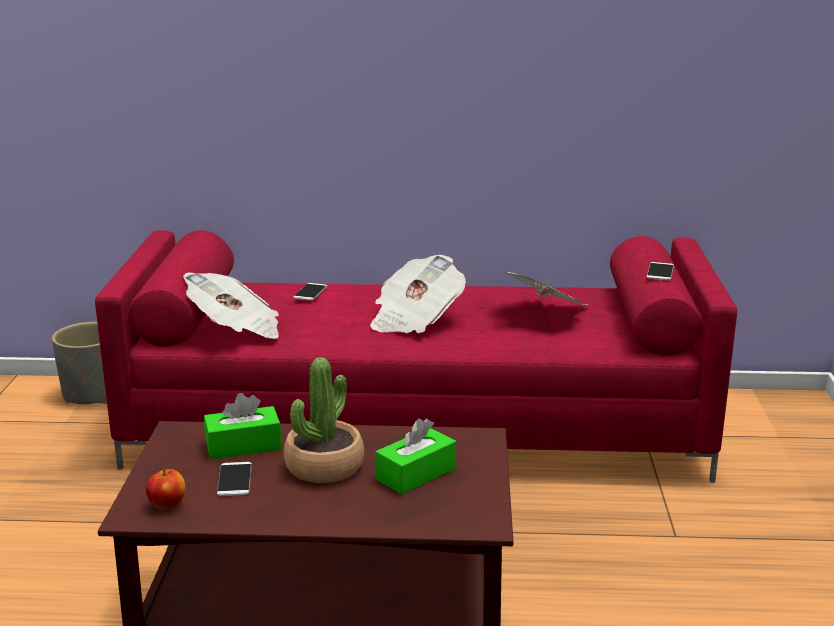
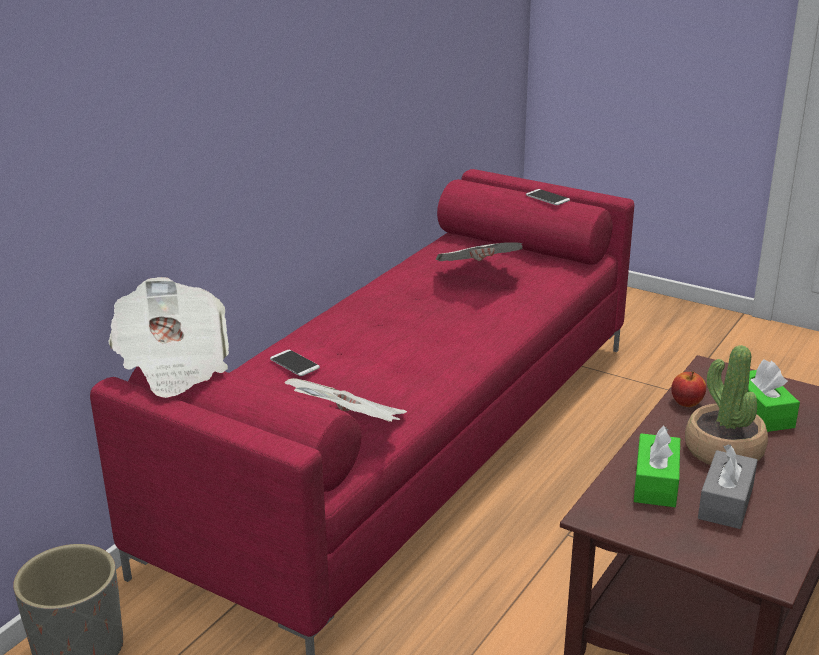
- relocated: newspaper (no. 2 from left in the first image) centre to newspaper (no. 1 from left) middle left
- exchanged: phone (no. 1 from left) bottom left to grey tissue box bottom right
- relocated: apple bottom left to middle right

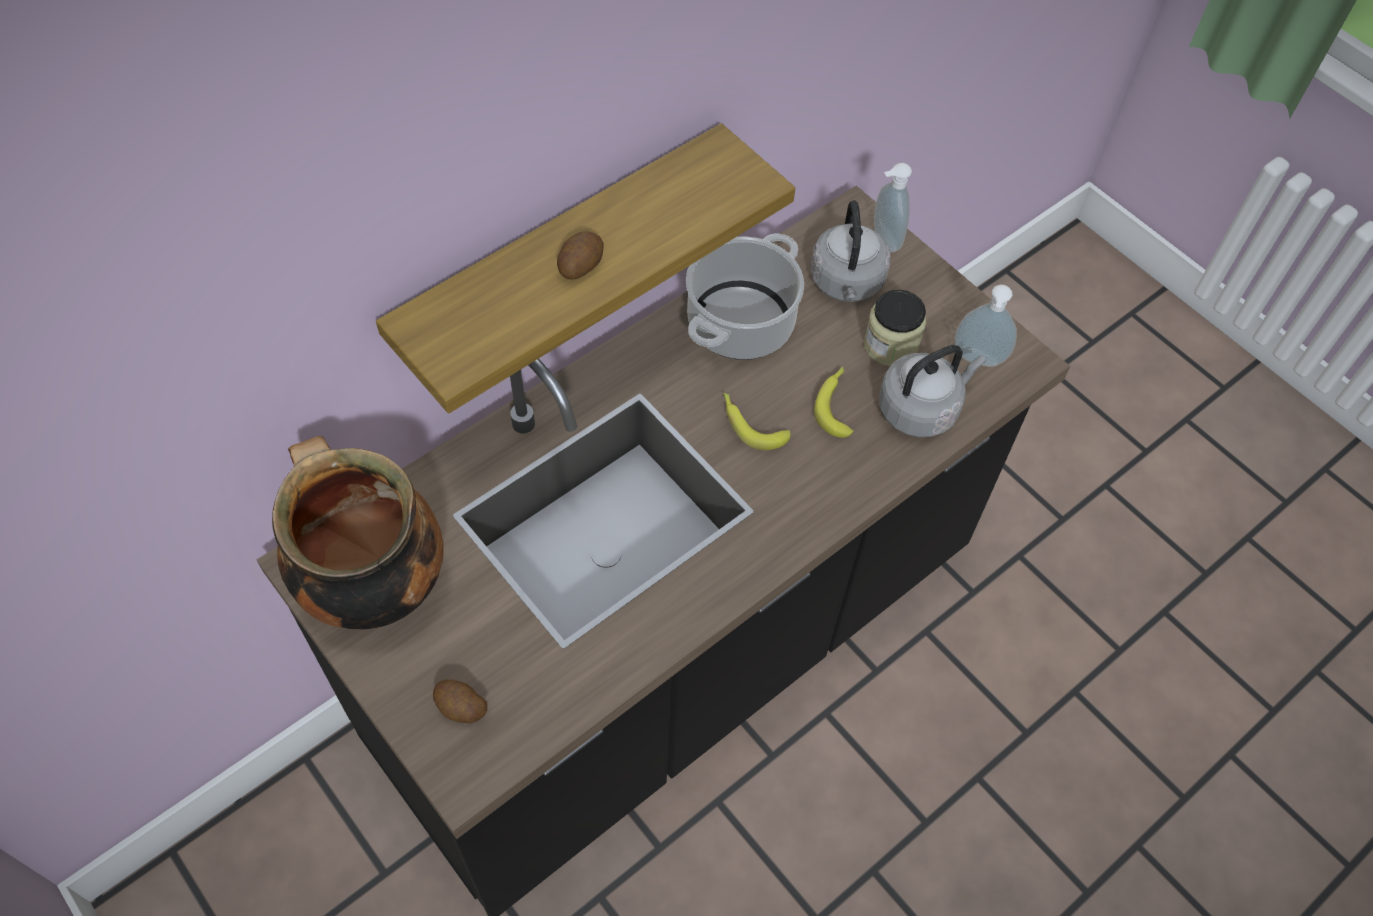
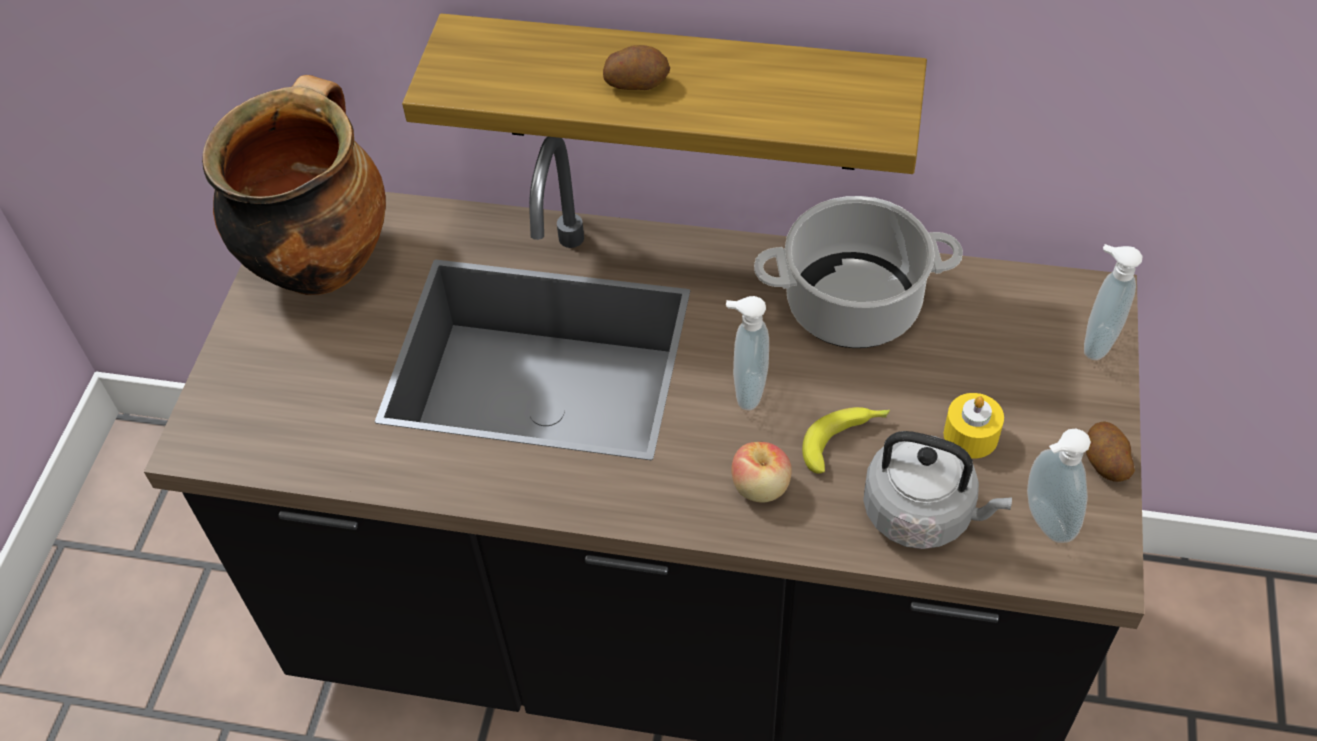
- missing: grey kettle (no. 1 from left) top centre
- exchanged: jar centre to yellow candle middle right
- exchanged: banana (no. 1 from left) centre to soap dispenser (no. 1 from left) centre
- relocated: potato (no. 1 from left in the first image) bottom centre to potato (no. 2 from left) middle right
- appeared: apple centre

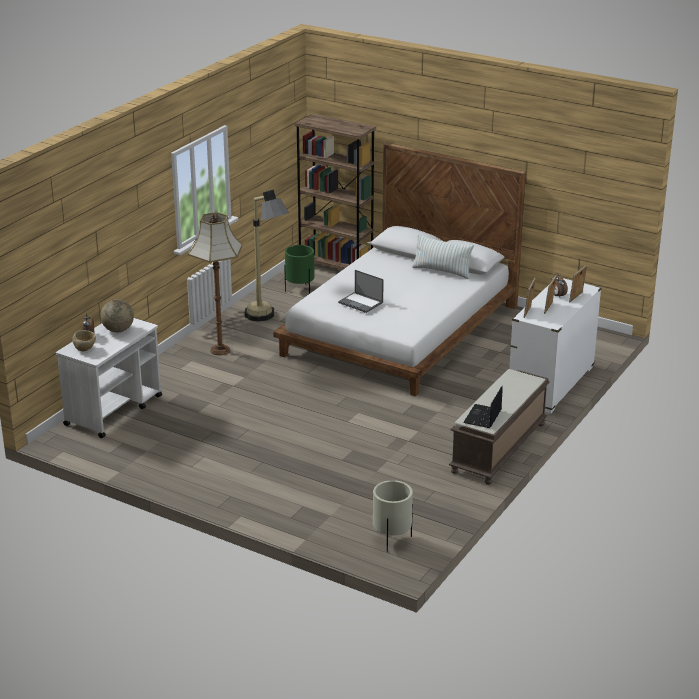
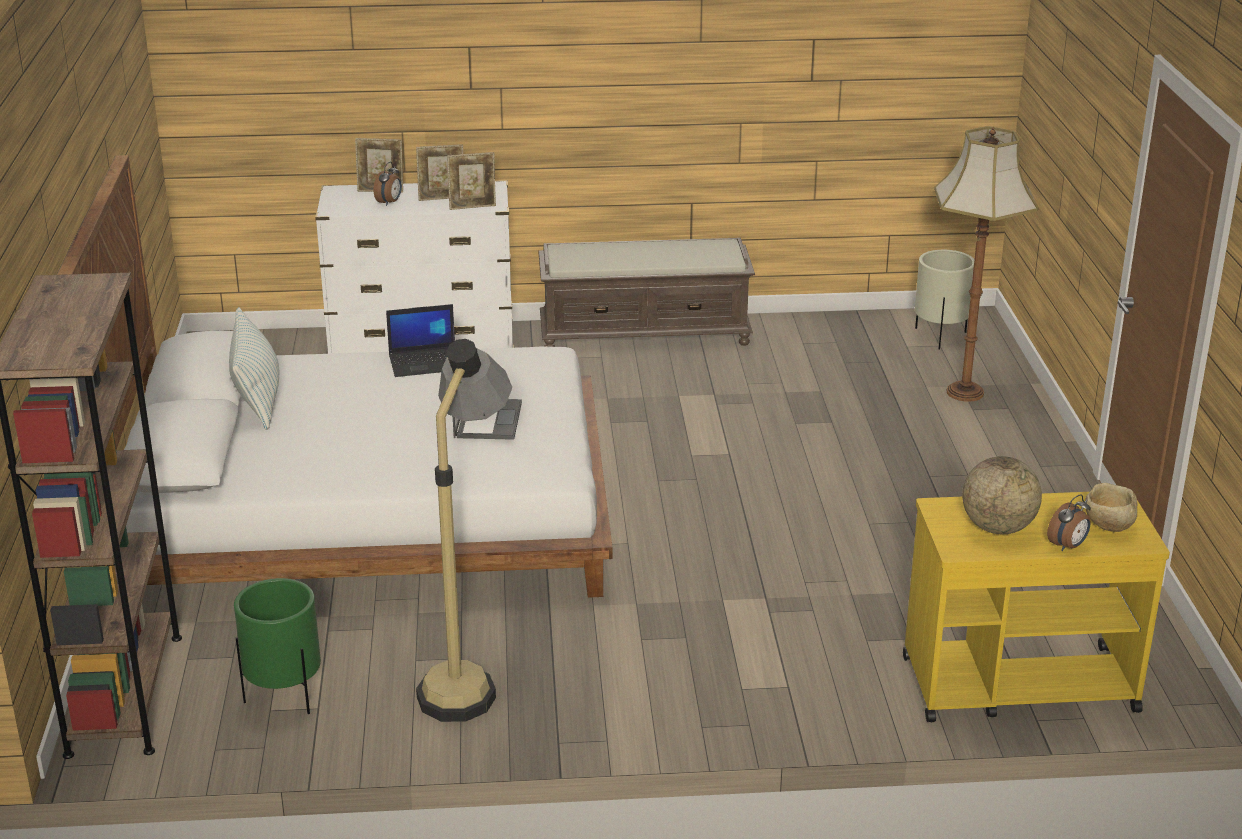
- relocated: floor lamp (no. 1 from left in the first image) middle left to floor lamp (no. 2 from left) top right
- colour: white cart middle left to yellow cart bottom right
- relocated: laptop (no. 2 from left in the first image) middle right to laptop (no. 1 from left) centre

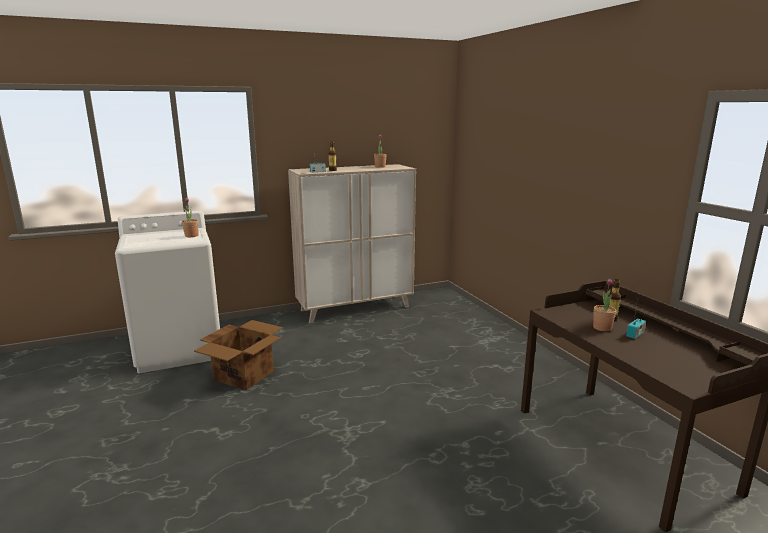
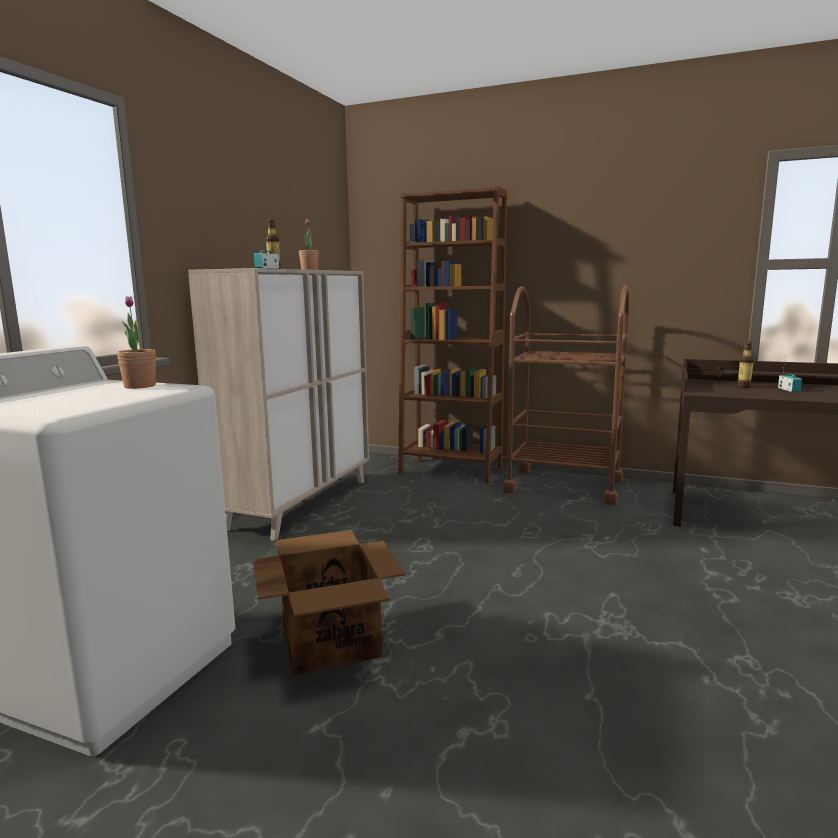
- missing: potted plant (no. 3 from left) middle right
- appeared: brown bookcase centre
- appeared: brown cart middle right

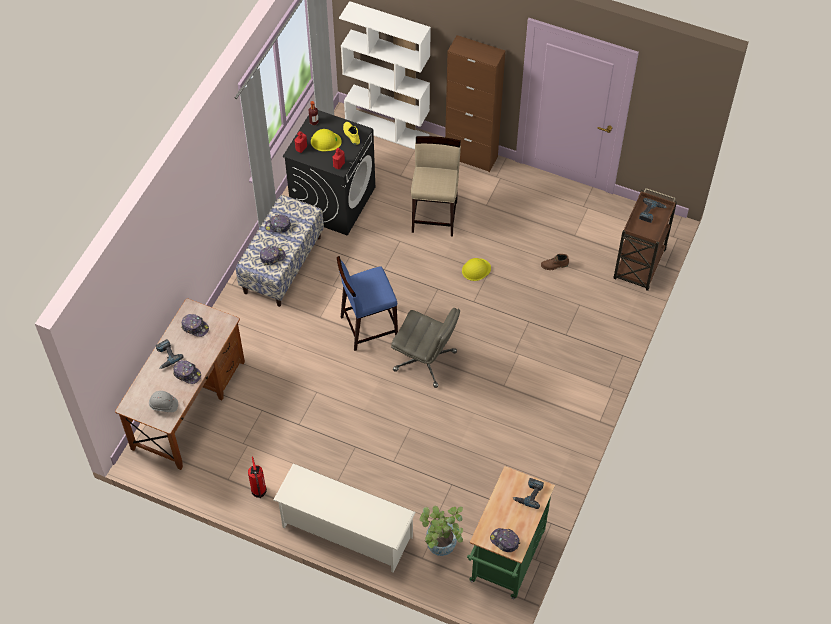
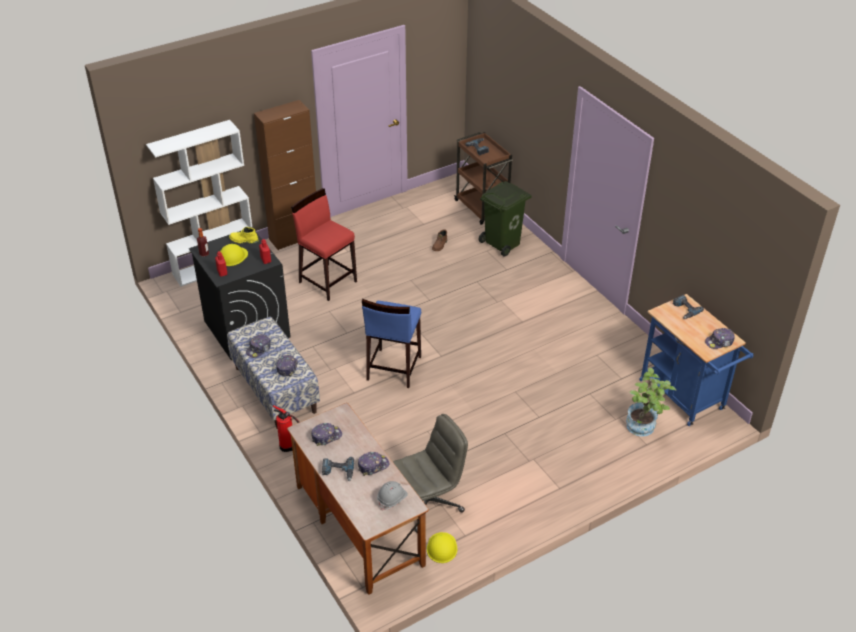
- colour: beige stool top centre to red stool centre
- relocated: yellow hard hat (no. 2 from left) centre to bottom centre
- relocated: grey office chair centre to bottom centre
- relocated: fire extinguisher bottom left to bottom centre
- missing: white shoe rack bottom centre
- colour: green cart bottom centre to blue cart middle right
- appeared: green trash can centre

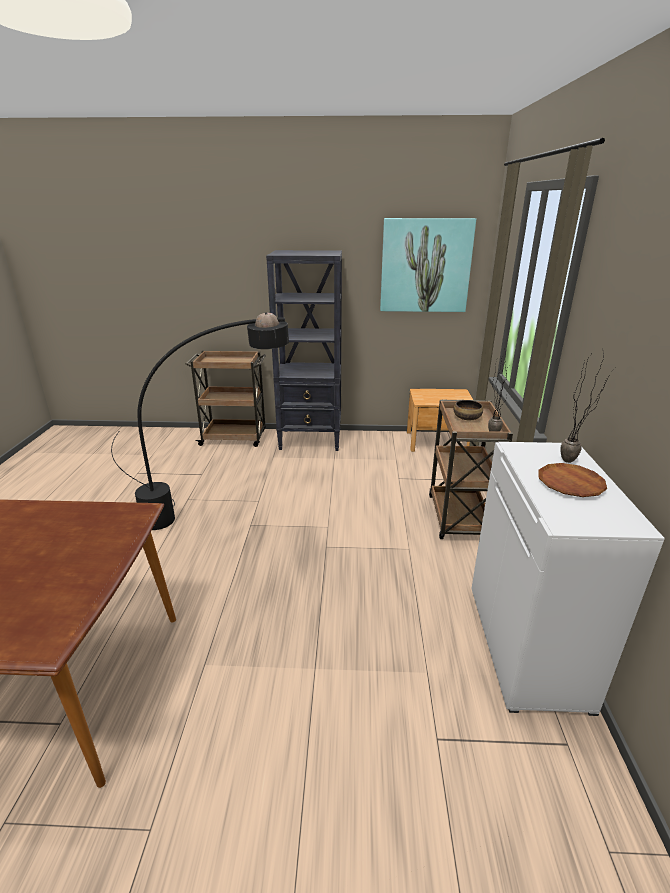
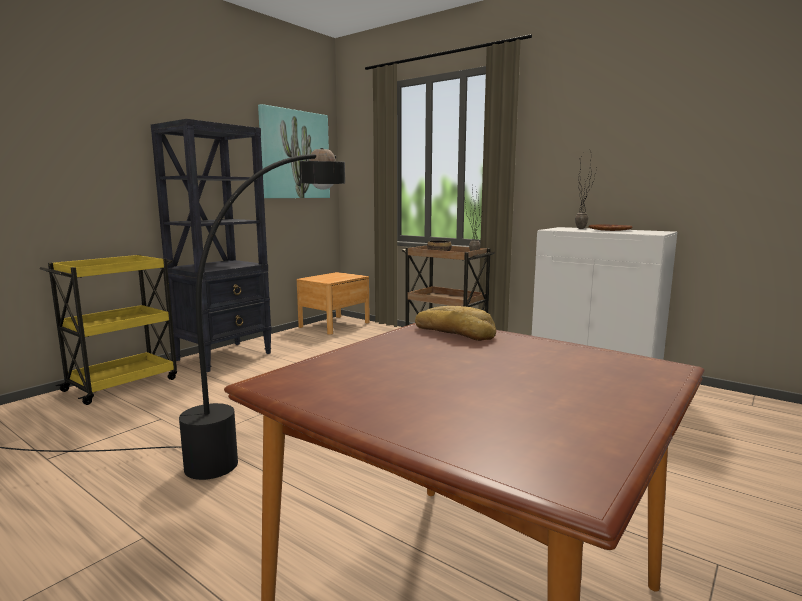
- colour: brown cart (no. 1 from left) centre to yellow cart middle left
- appeared: bread centre

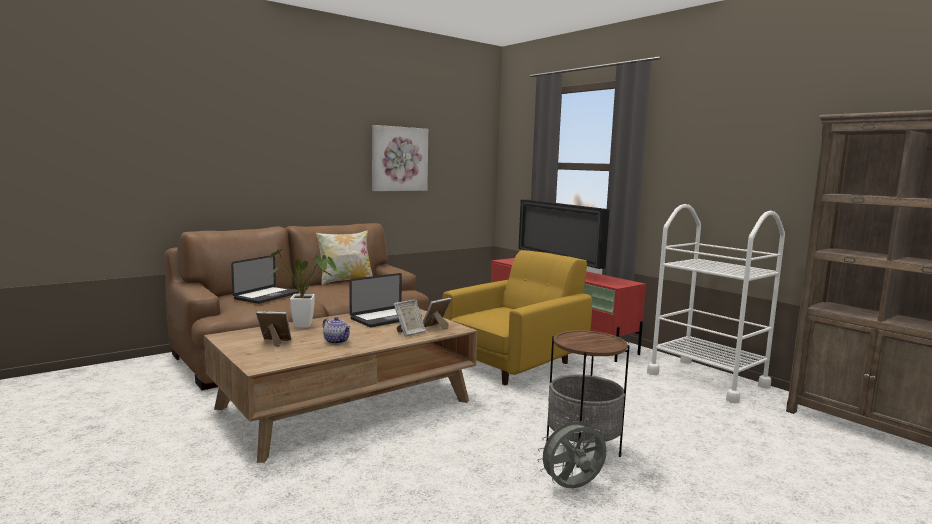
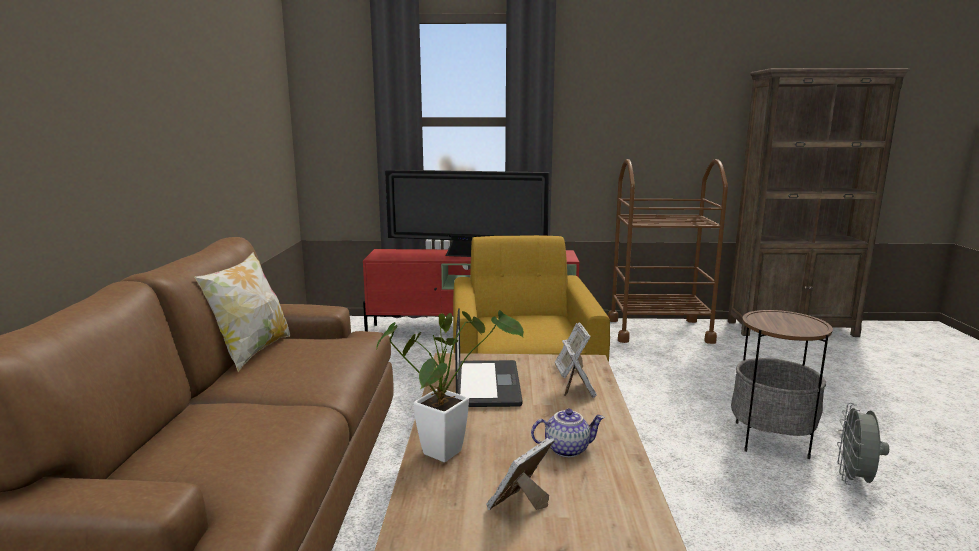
- missing: picture top centre
- colour: white cart middle right to brown cart middle right
- missing: laptop (no. 1 from left) middle left

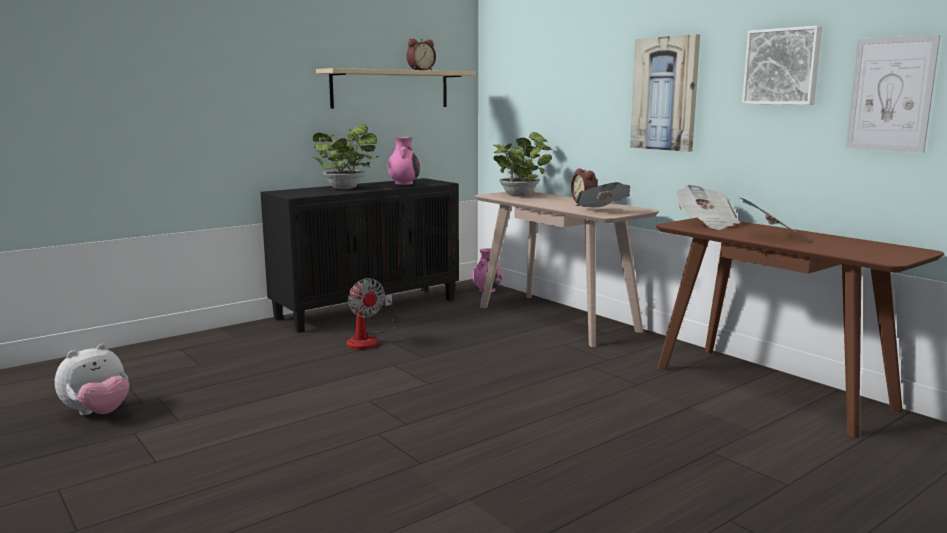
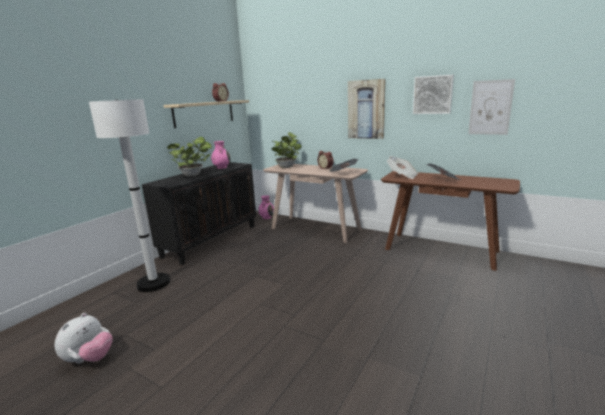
- missing: fan centre
- appeared: white floor lamp middle left

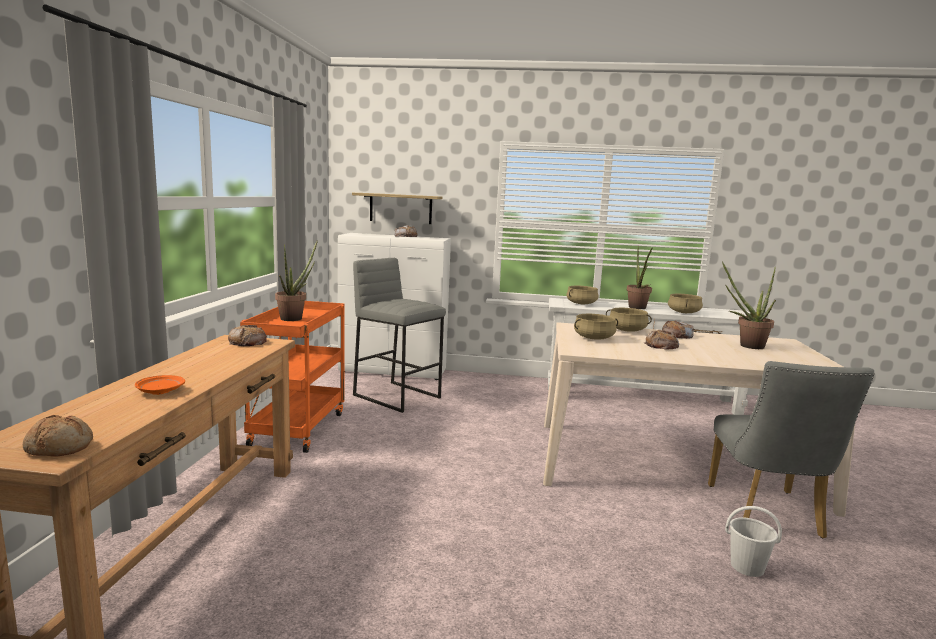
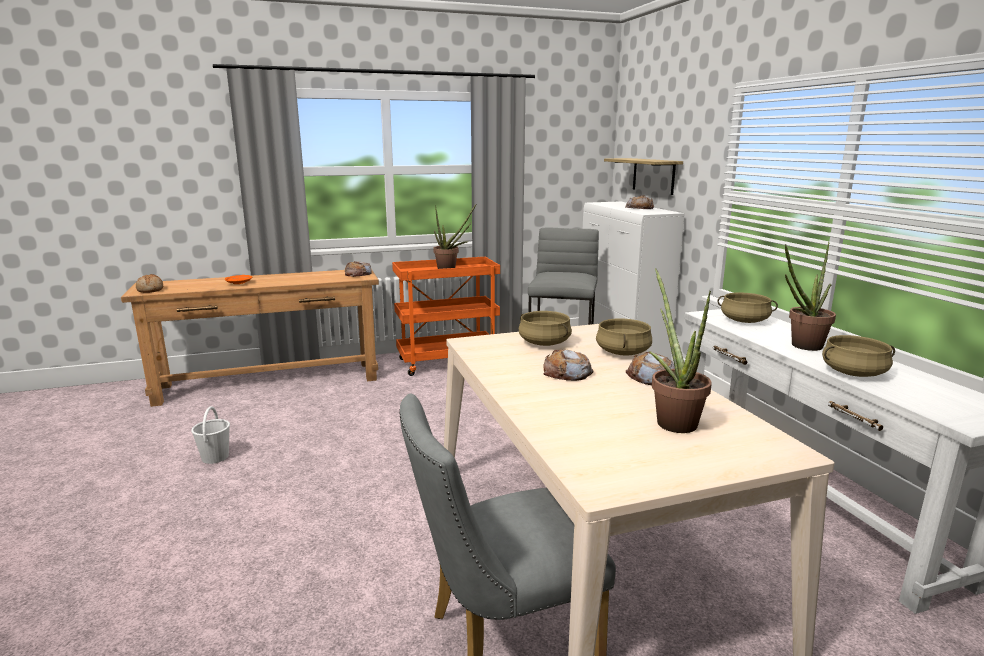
- relocated: white bucket bottom right to middle left

